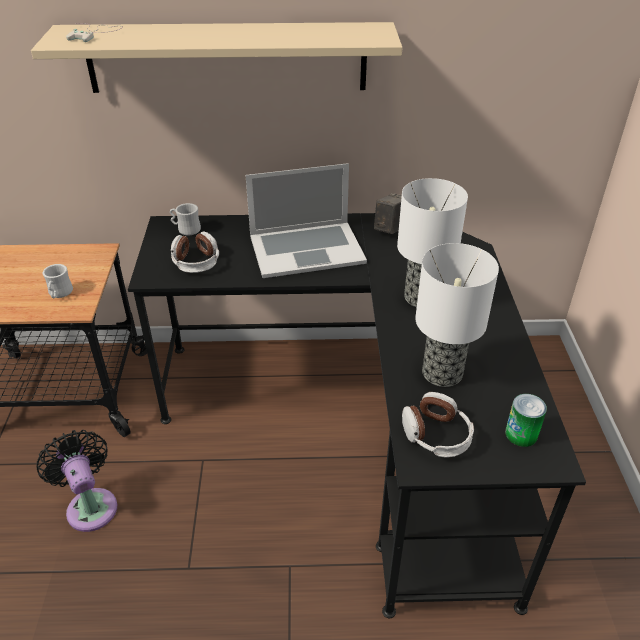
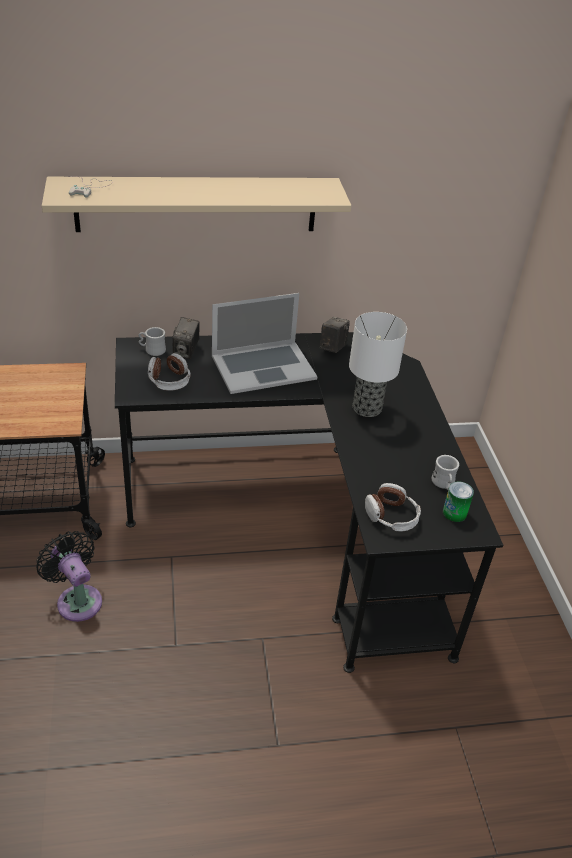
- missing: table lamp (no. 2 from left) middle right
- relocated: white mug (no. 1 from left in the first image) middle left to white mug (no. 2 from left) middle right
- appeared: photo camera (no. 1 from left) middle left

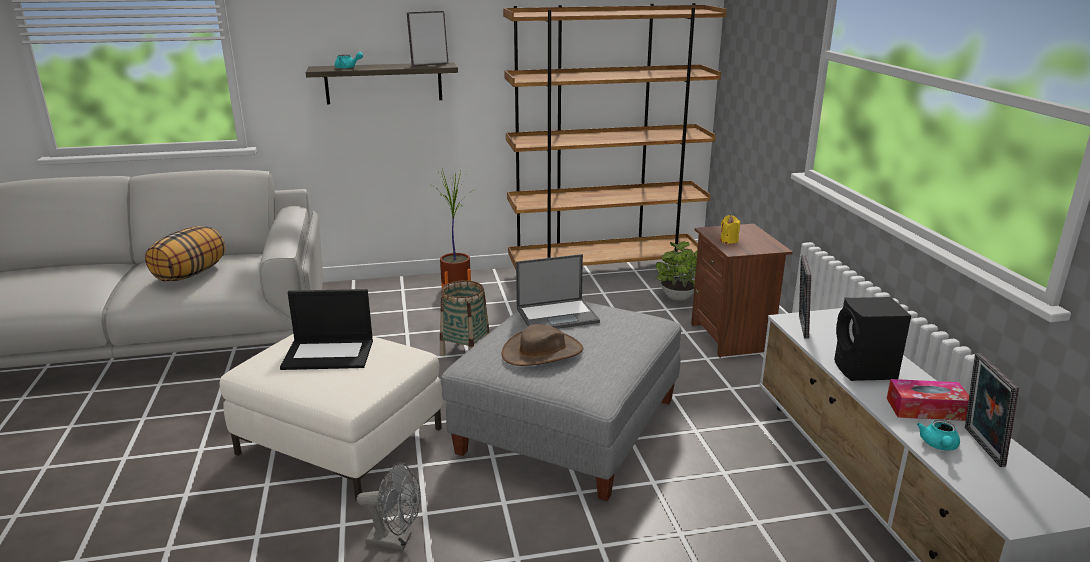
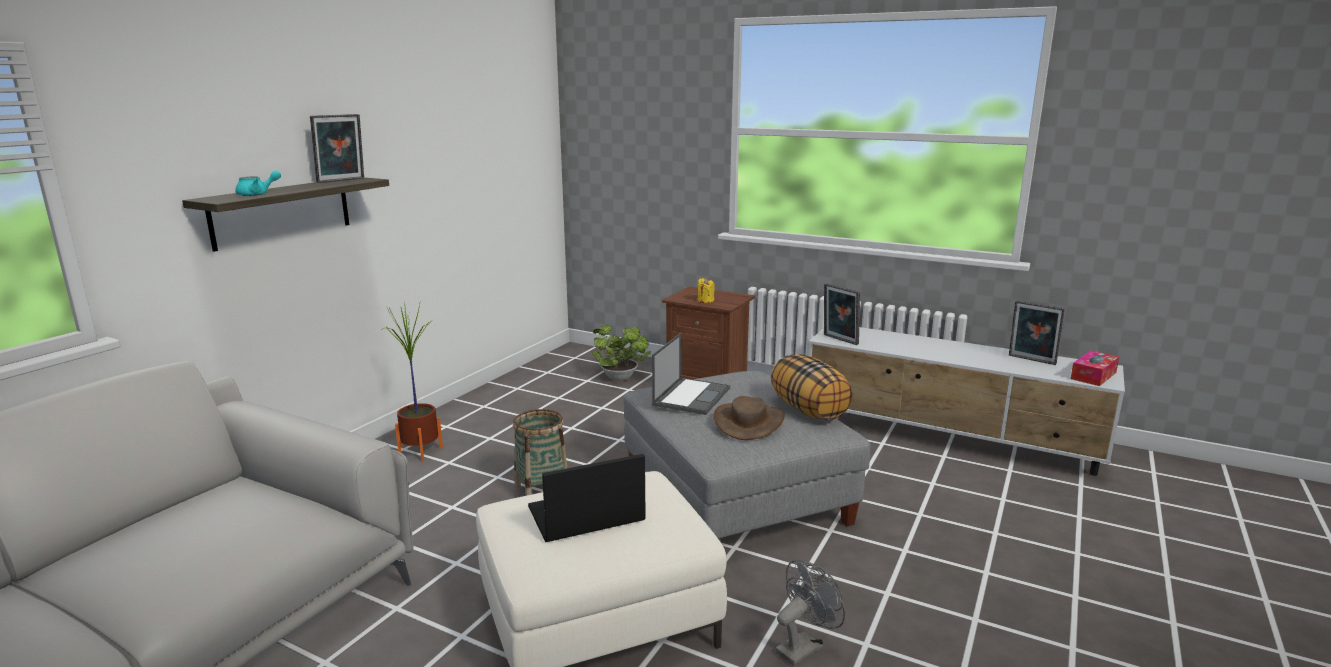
- missing: brown bookcase top centre
- spun: picture frame (no. 1 from left) top centre = top left 150 degrees counterclockwise
- relocated: pillow middle left to centre
- spun: laptop (no. 1 from left) middle left = bottom centre 150 degrees counterclockwise
- missing: black speaker middle right
- relocated: tissue box bottom right to middle right
- missing: turquoise teapot (no. 2 from left) bottom right

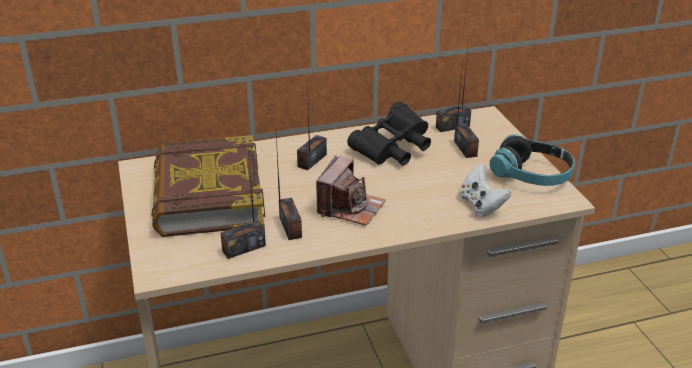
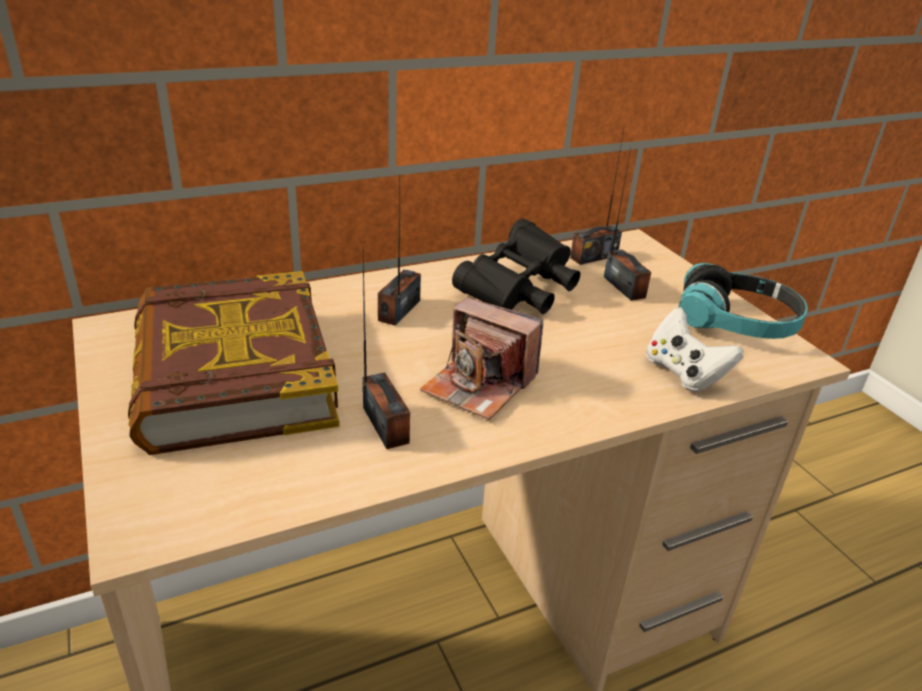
- missing: radio (no. 1 from left) centre
- spun: photo camera centre = centre 105 degrees clockwise

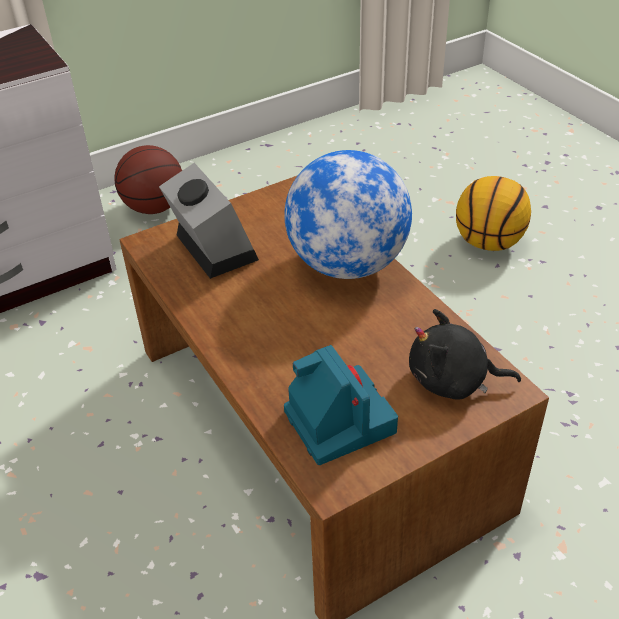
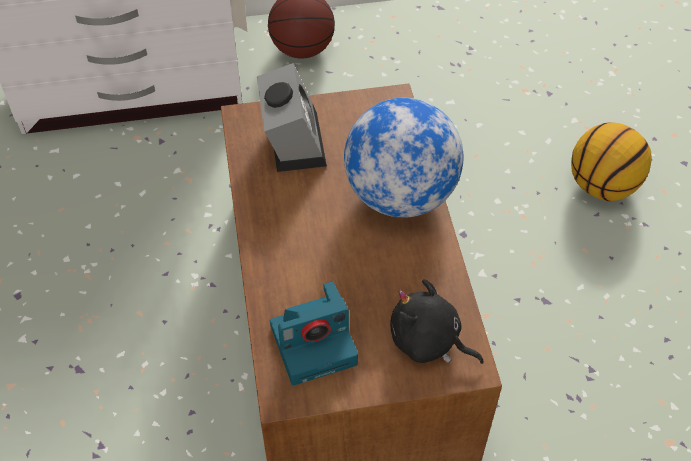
- spun: photo camera centre = bottom centre 75 degrees clockwise

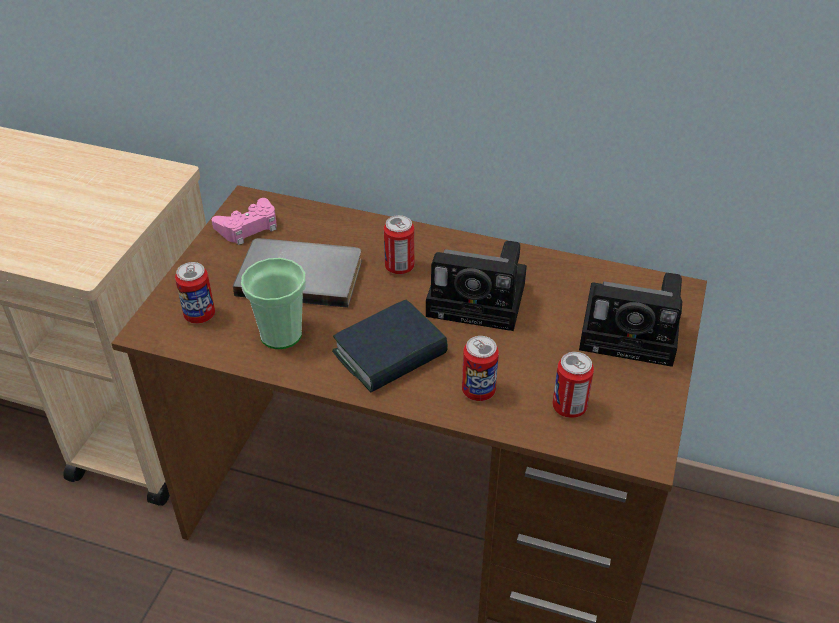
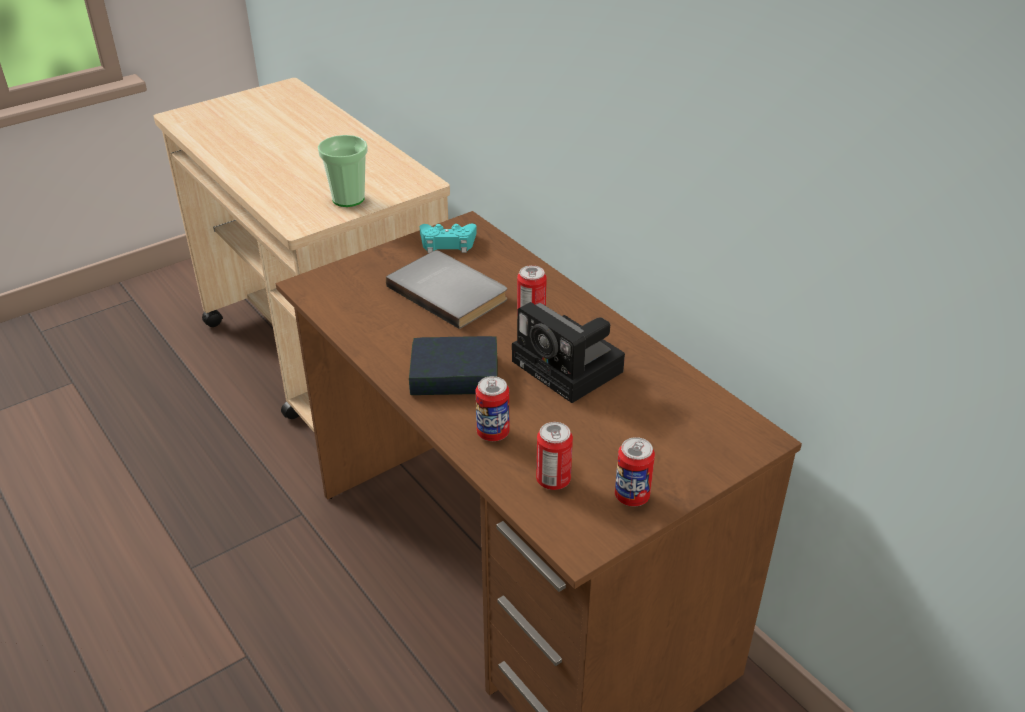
- colour: pink game controller middle left to turquoise game controller centre
- relocated: cup middle left to top centre
- relocated: can (no. 1 from left in the first image) middle left to can (no. 4 from left) centre
- missing: photo camera (no. 2 from left) middle right

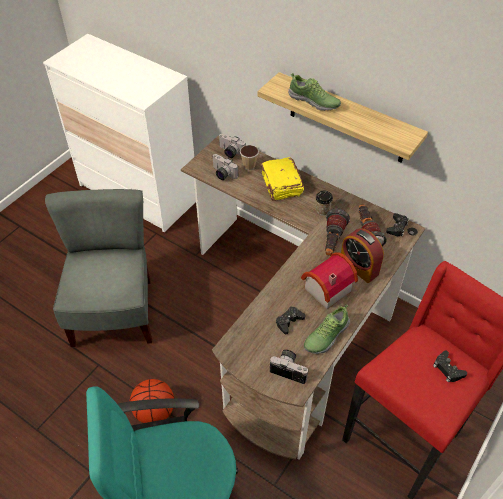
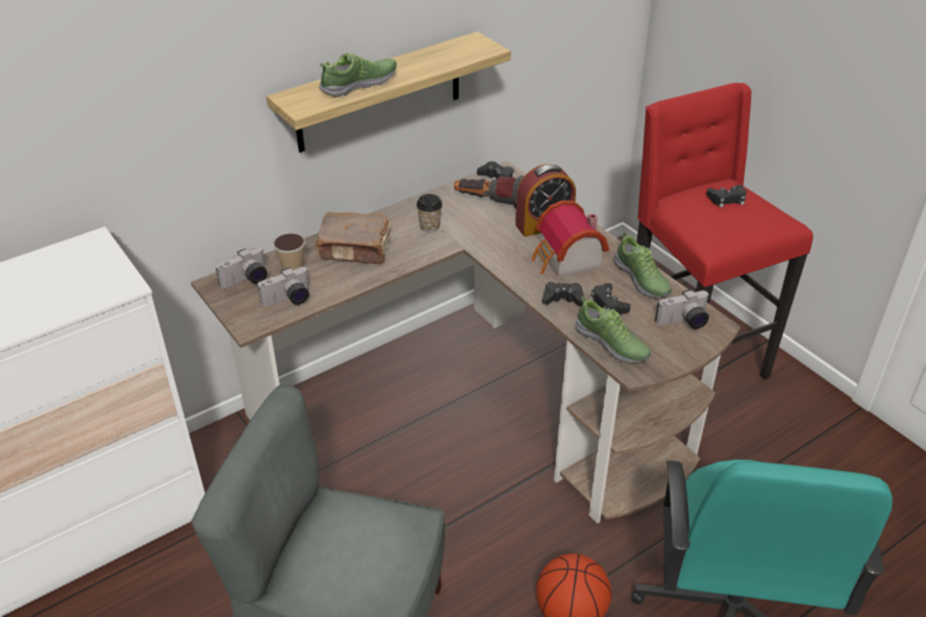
- colour: yellow book centre to brown book centre
- missing: flashlight (no. 1 from left) middle right
- spun: photo camera (no. 3 from left) bottom centre = middle right 150 degrees counterclockwise
- appeared: black game controller (no. 2 from left) centre
- appeared: shoe (no. 2 from left) centre

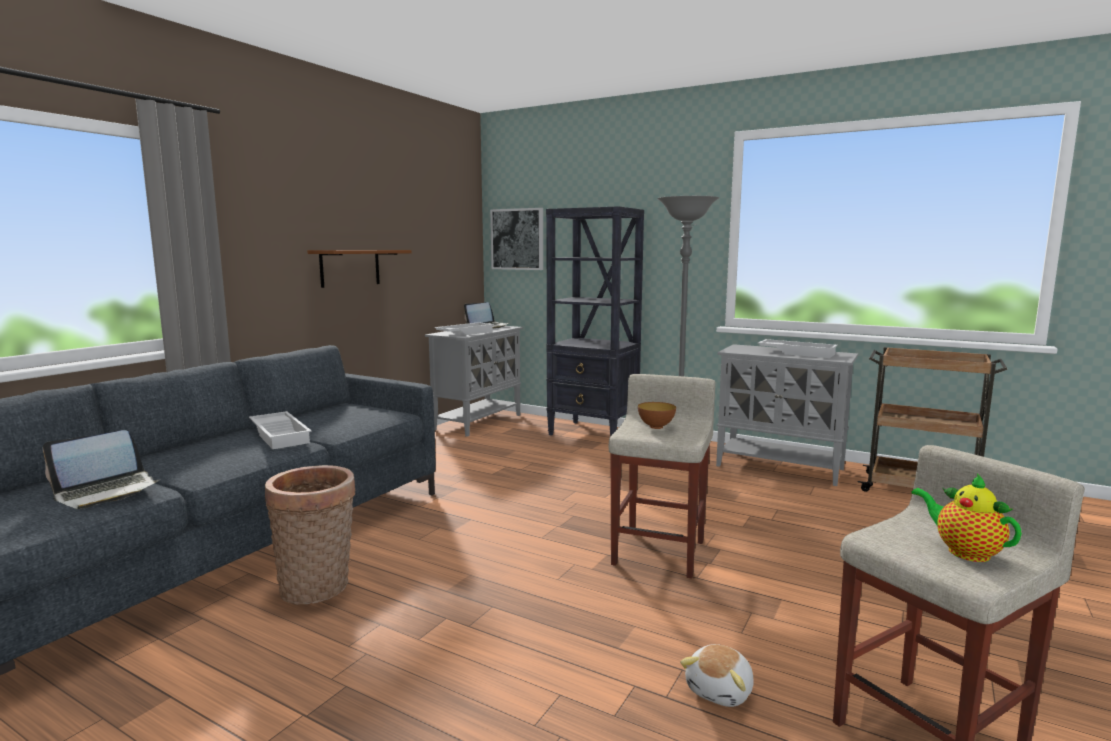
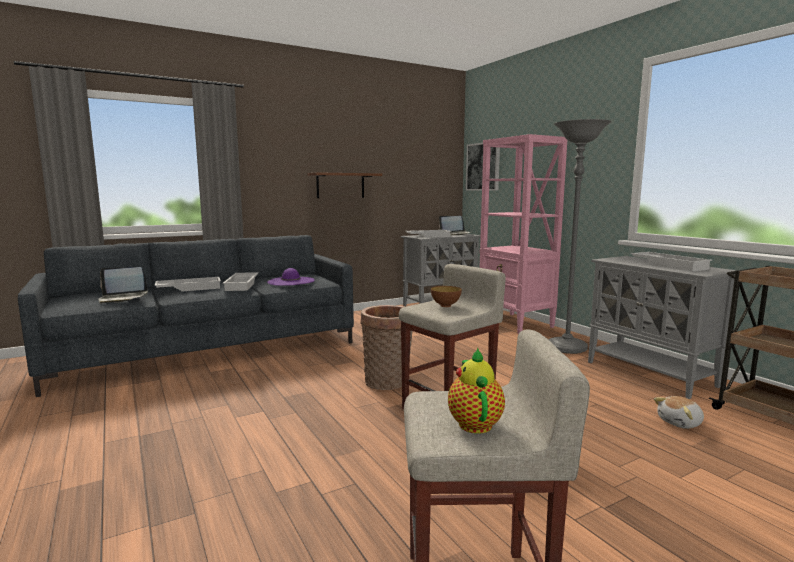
- colour: black bookcase centre to pink bookcase centre
- relocated: basket bottom left to centre
- relocated: plush toy bottom centre to bottom right
- appeared: purple hat centre
- appeared: white tray (no. 1 from left) middle left

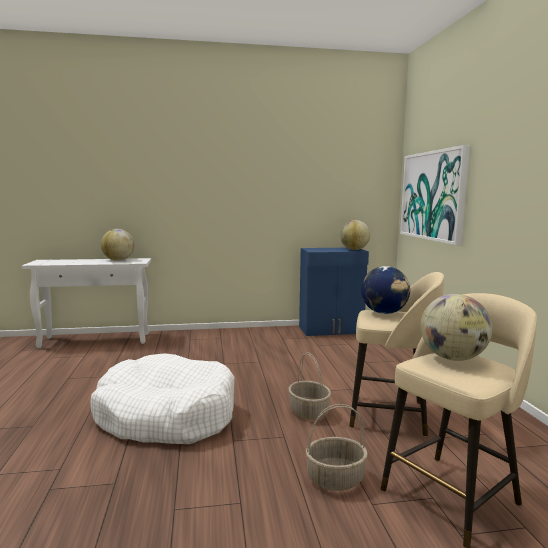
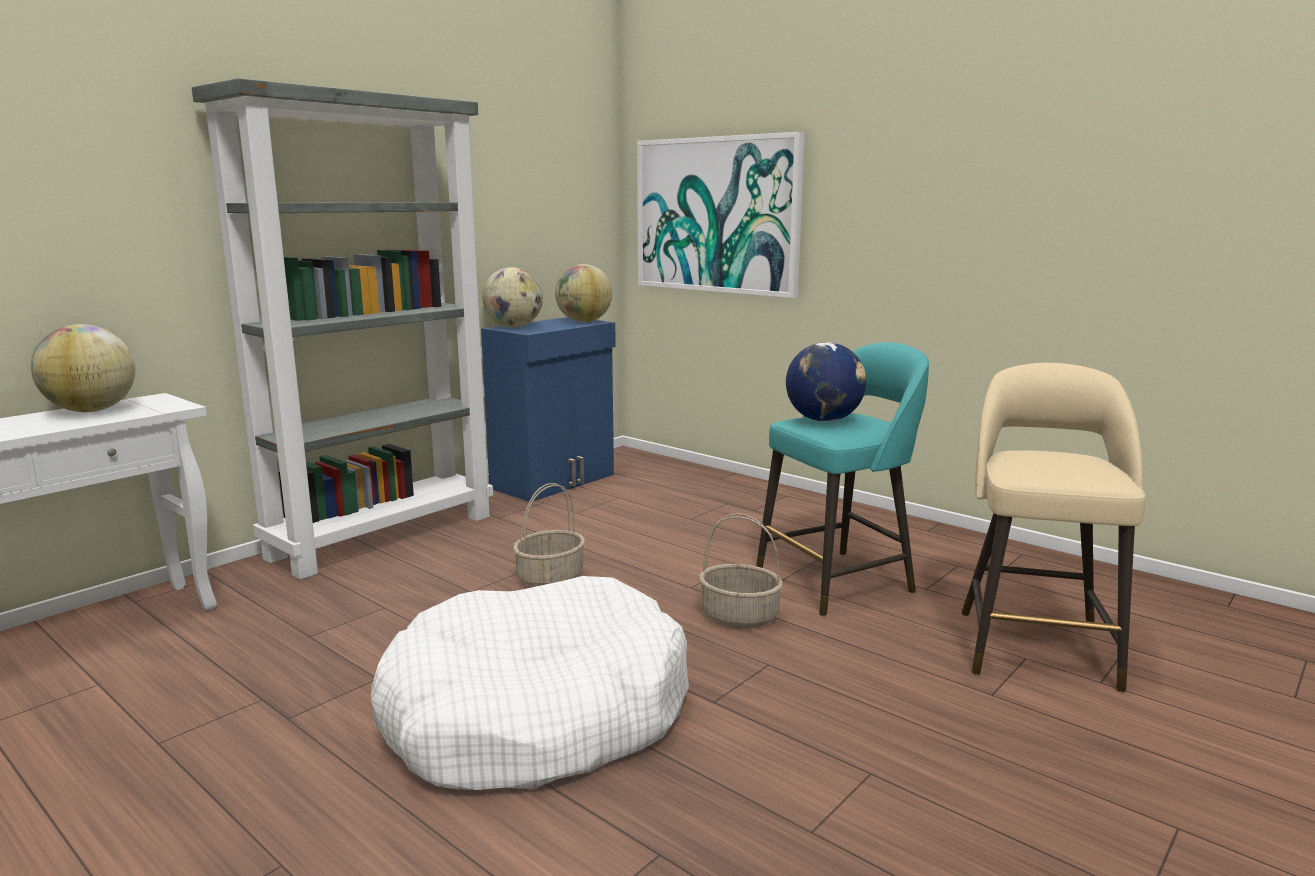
- colour: beige stool (no. 1 from left) middle right to turquoise stool centre
- relocated: globe (no. 4 from left in the first image) middle right to globe (no. 2 from left) centre
- relocated: basket (no. 2 from left in the first image) bottom centre to basket (no. 1 from left) centre
- appeared: grey bookcase middle left

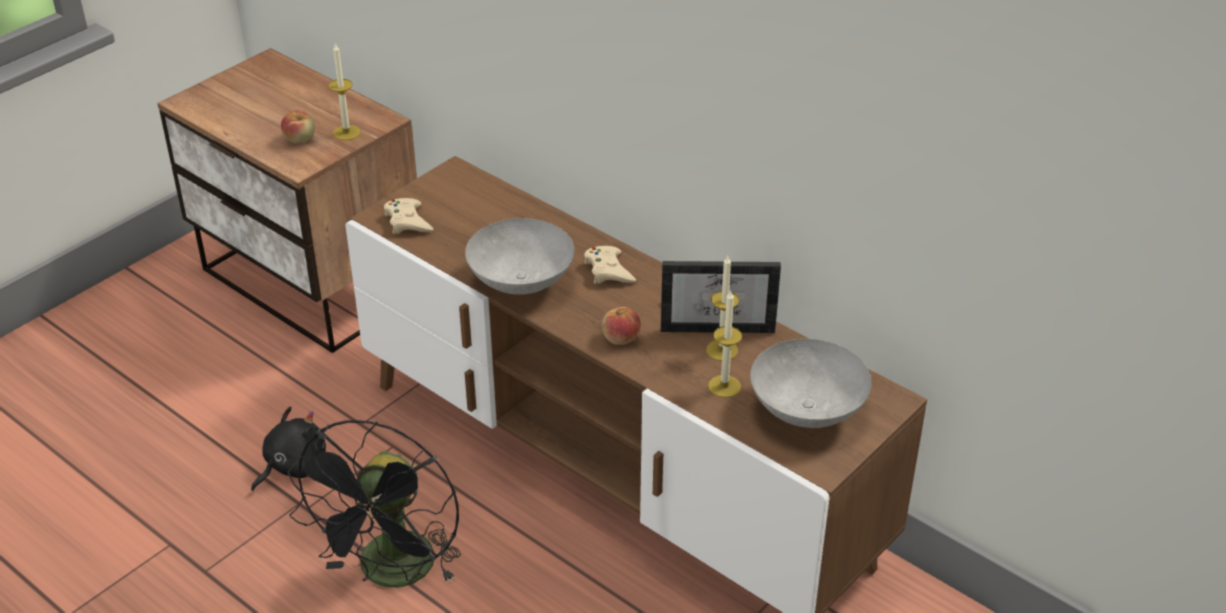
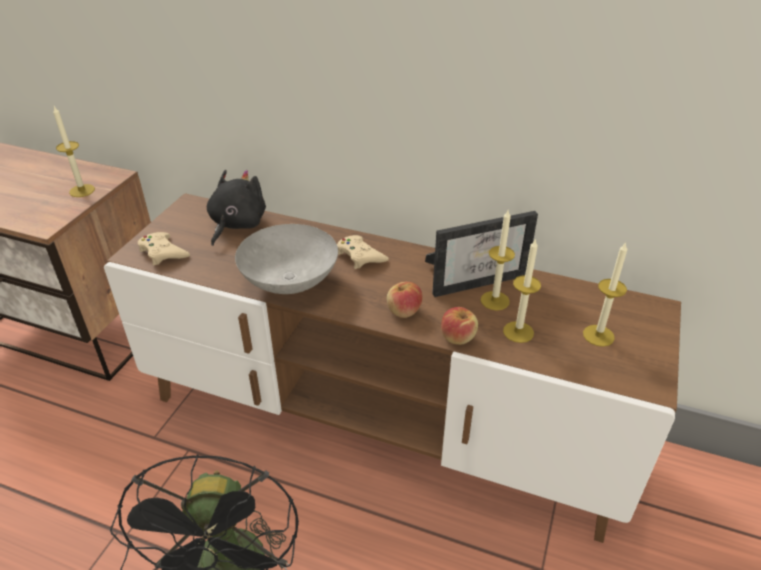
- relocated: apple (no. 1 from left in the first image) top left to apple (no. 2 from left) centre
- exchanged: grey bowl (no. 2 from left) centre to candle (no. 4 from left) middle right
- relocated: black plush toy bottom left to middle left

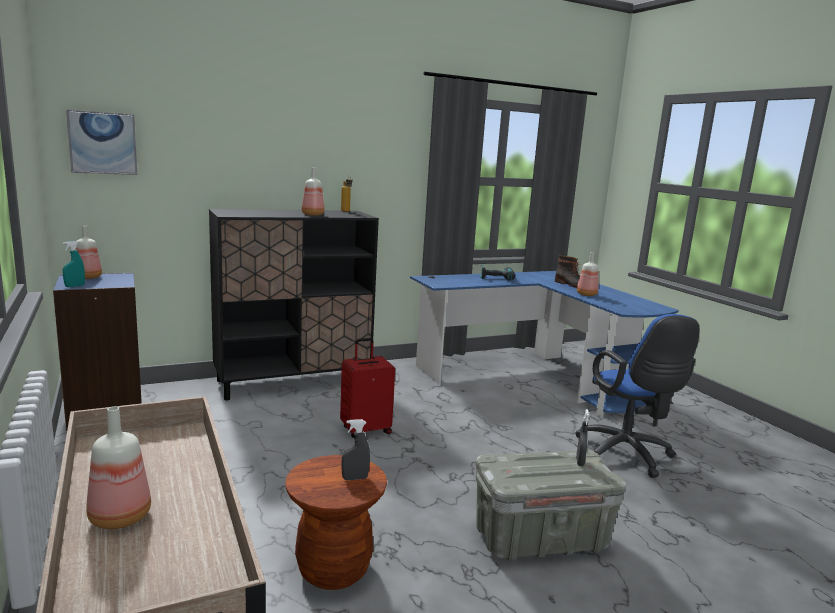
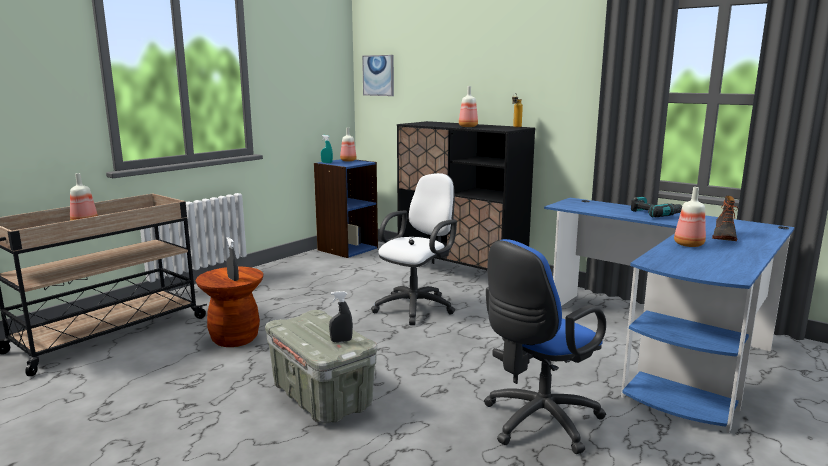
- exchanged: red suitcase centre to white office chair centre

